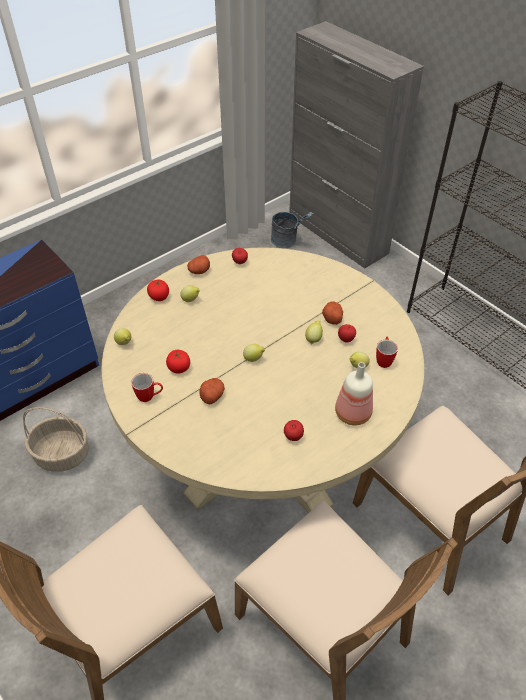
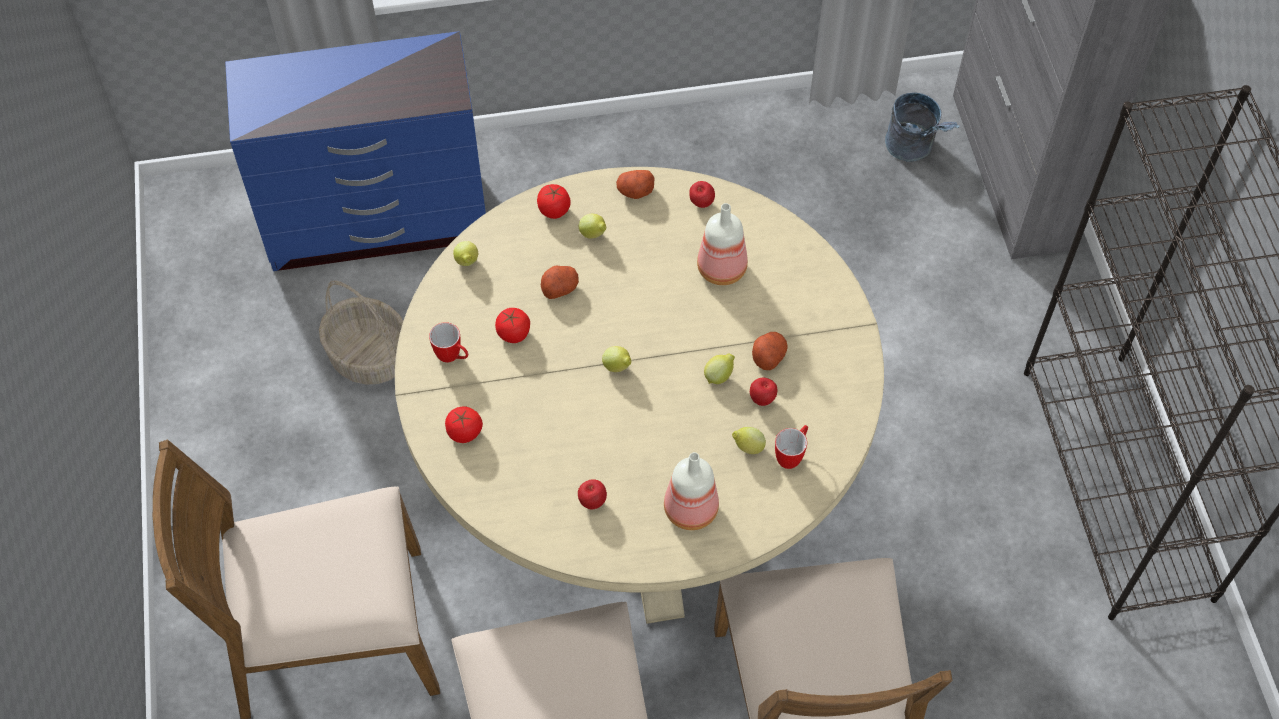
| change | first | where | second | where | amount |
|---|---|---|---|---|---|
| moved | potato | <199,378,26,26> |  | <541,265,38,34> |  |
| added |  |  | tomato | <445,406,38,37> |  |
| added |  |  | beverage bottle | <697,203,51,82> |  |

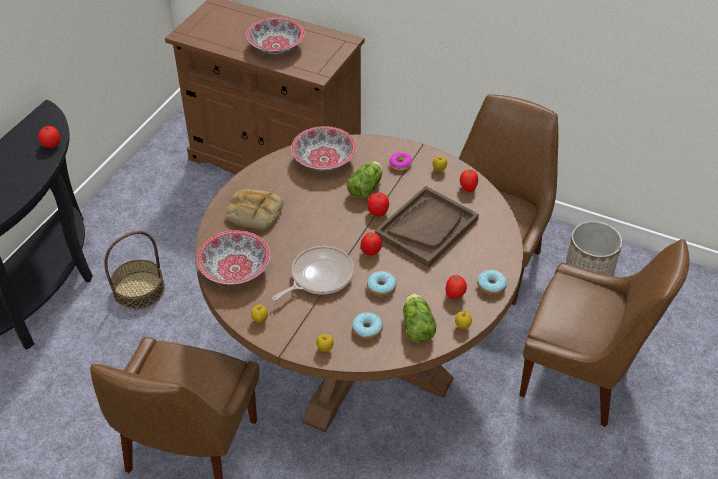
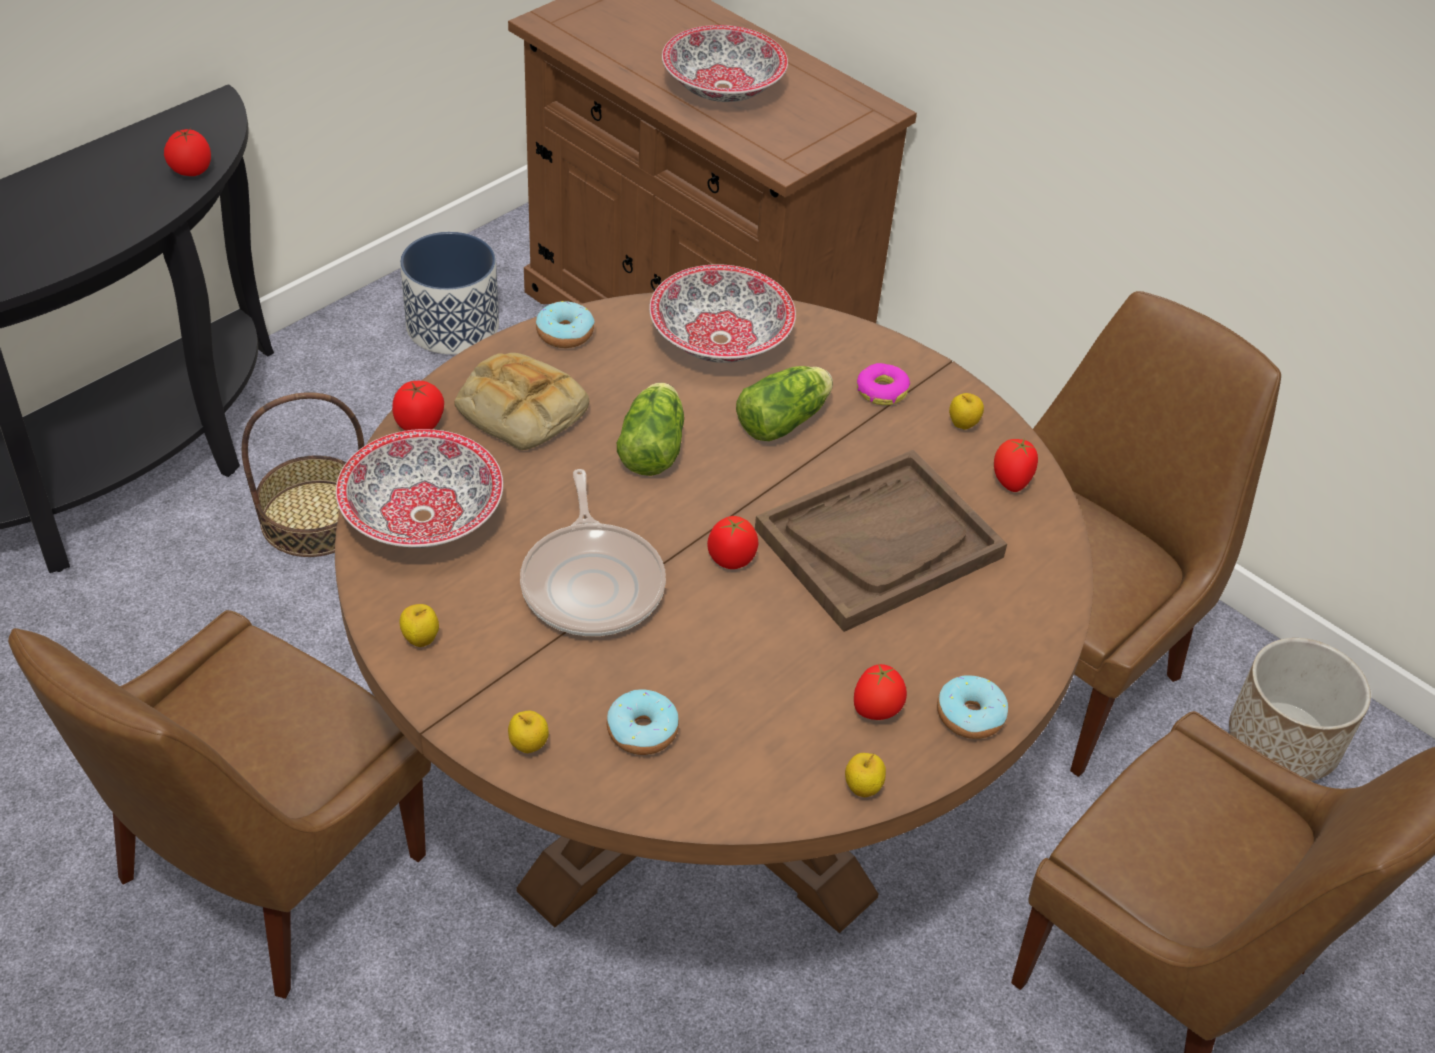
| change | first | where | second | where | amount |
|---|---|---|---|---|---|
| turned | pan | <272,246,82,55> |  | <520,469,146,167> | 105 degrees clockwise |
| moved | donut | <367,271,29,26> |  | <536,301,58,47> |  |
| moved | tomato | <368,192,21,24> |  | <392,381,52,50> |  |
| moved | head of lettuce | <403,294,33,49> |  | <617,383,67,93> |  |
| added |  |  | flower pot | <400,232,99,122> |  |

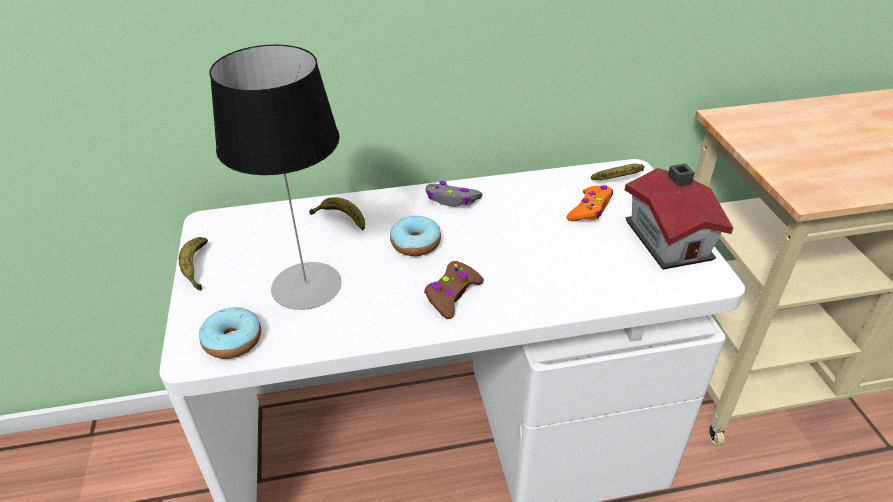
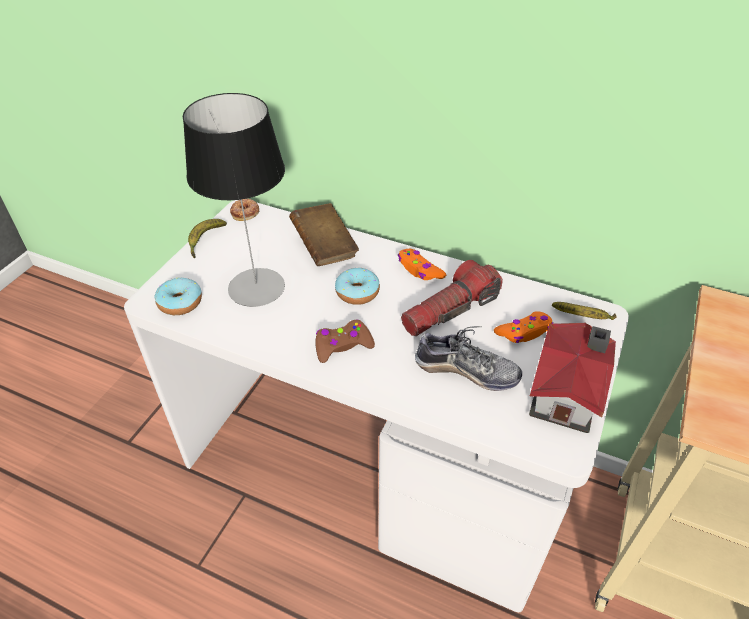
| change | first | where | second | where | amount |
|---|---|---|---|---|---|
| replaced | banana | <309,197,56,33> | brownish volume | <289,203,70,63> |  |
| recoloured | grey gamepad | <426,181,56,26> | orange-coloured gamepad | <398,249,48,31> |  |
| added |  |  | donut | <230,199,29,22> |  |
| added |  |  | torch | <401,260,102,76> |  |
| added |  |  | shoe | <415,326,107,65> |  |

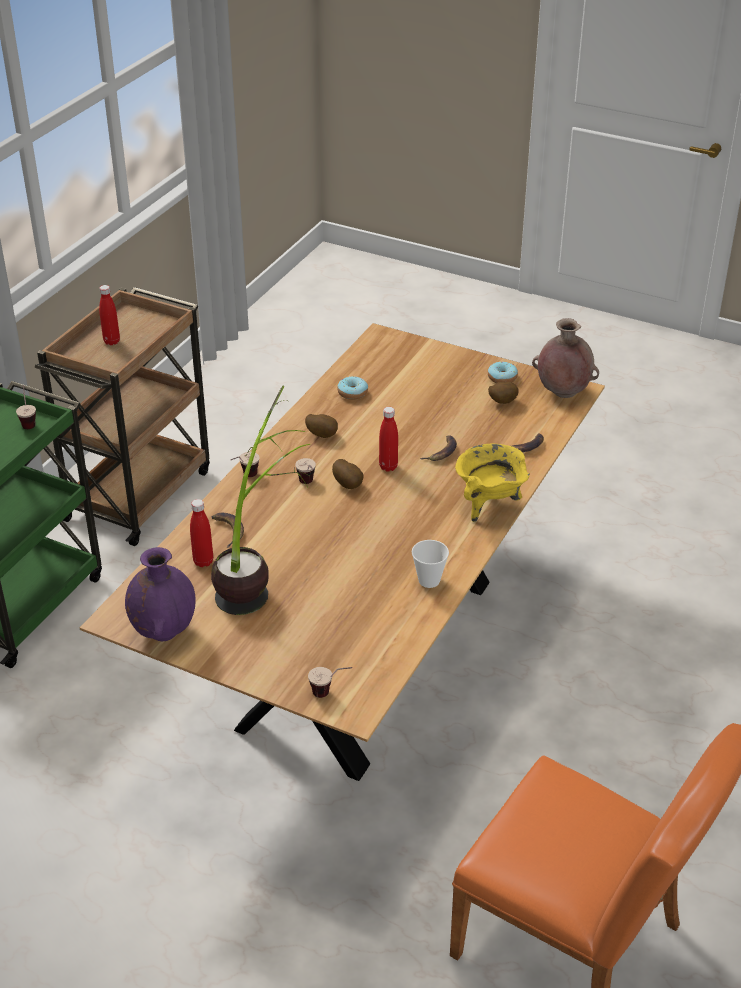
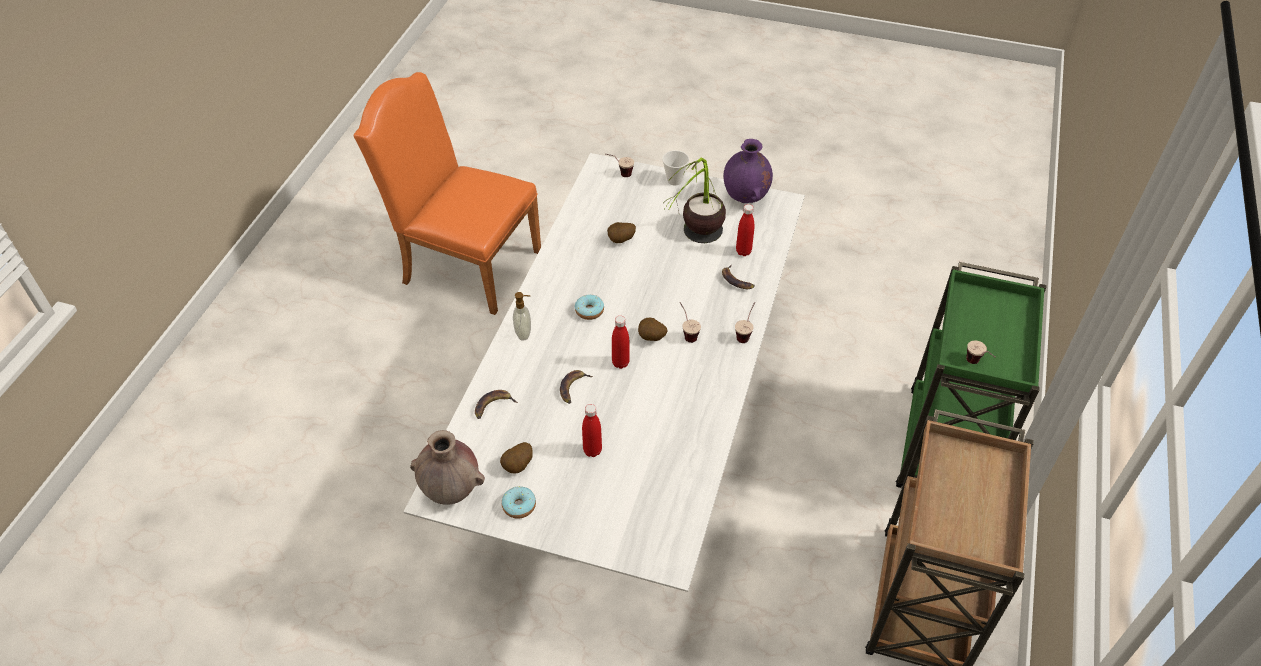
| change | first | where | second | where | amount |
|---|---|---|---|---|---|
| recoloured | brownish dining table | <80,323,525,458> | white dining table | <404,153,401,439> |  |
| moved | reddish beverage bottle | <99,285,21,60> |  | <582,404,20,53> |  |
| moved | potato | <305,414,33,24> |  | <607,222,29,21> |  |
| moved | donut | <337,376,31,24> |  | <575,295,29,25> |  |
| moved | cup | <412,540,37,48> |  | <662,150,27,36> |  |
| replaced | yellow saucepot | <455,444,75,78> | liquid soap bottle | <513,292,18,49> |  |

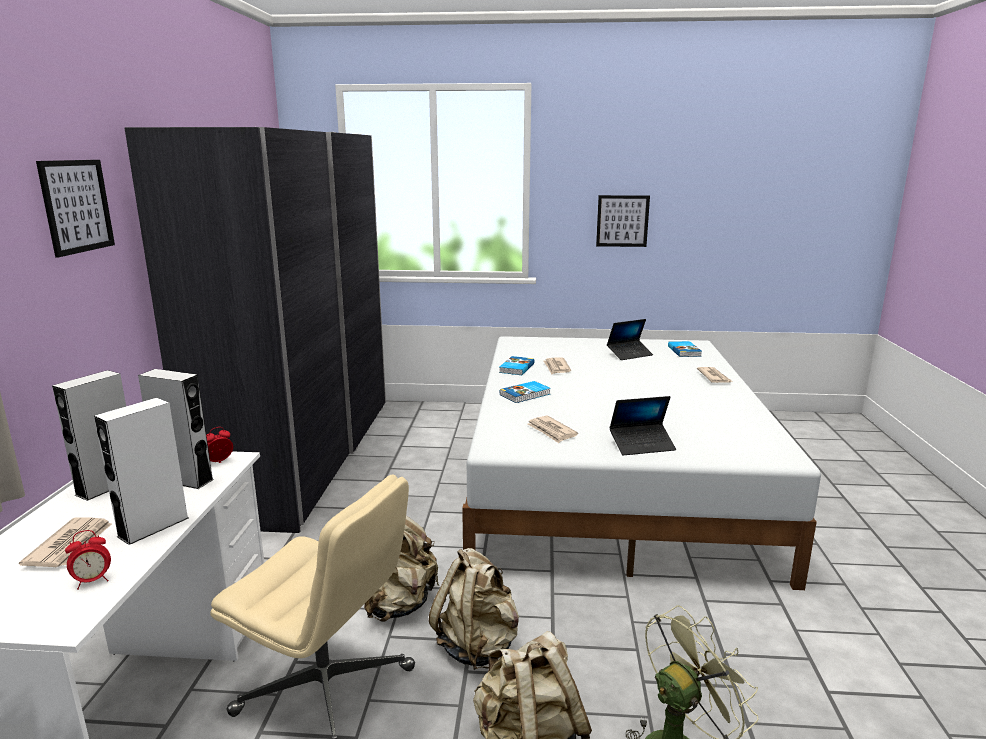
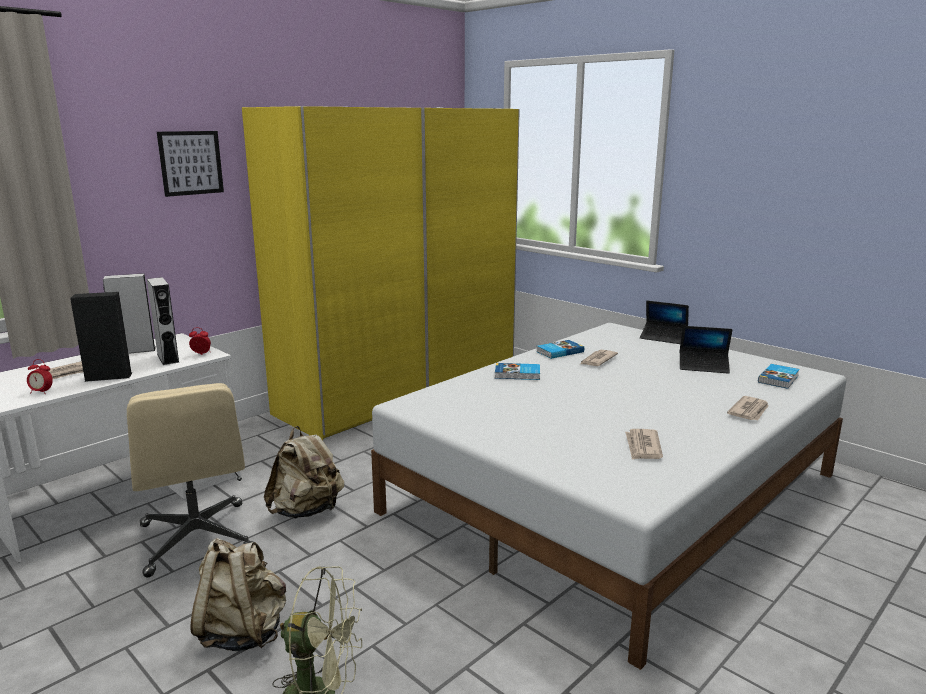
| change | first | where | second | where | amount |
|---|---|---|---|---|---|
| recoloured | white speaker | <94,398,95,147> | blackish speaker | <70,292,62,90> |  |
| recoloured | grey clothes cupboard | <125,127,261,406> | yellow clothes cupboard | <242,106,278,334> |  |
| removed | sand-coloured knapsack | <429,548,90,122> |  |  |  |
| moved | daily paper | <527,416,51,27> |  | <625,429,38,31> |  |
| removed | wall picture | <596,195,54,52> |  |  |  |
| moved | laptop | <609,396,67,59> |  | <640,301,49,43> |  |

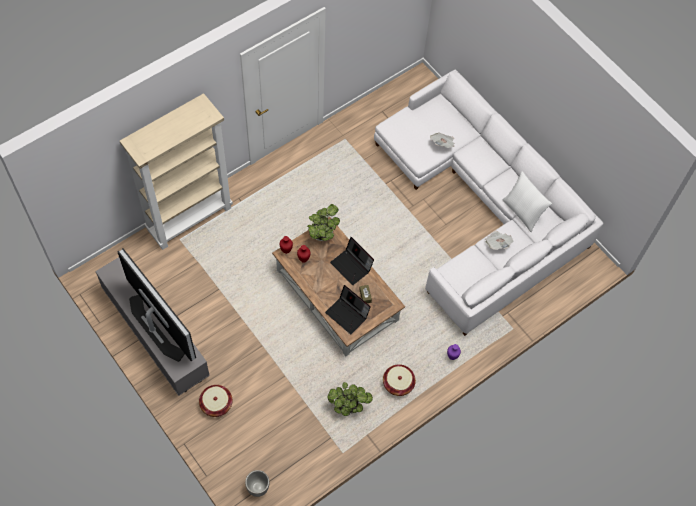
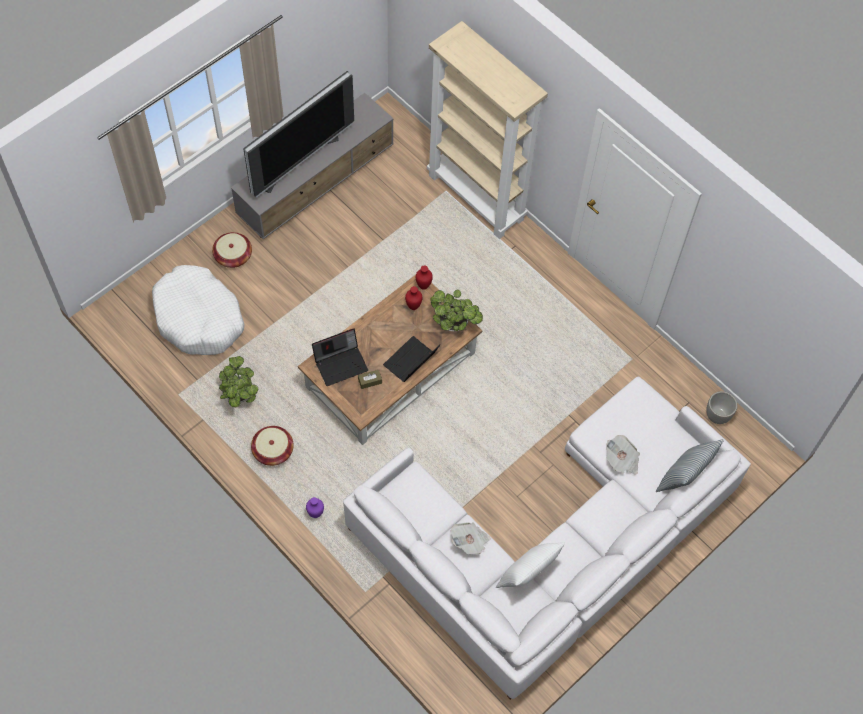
| change | first | where | second | where | amount |
|---|---|---|---|---|---|
| moved | flower pot | <245,470,25,27> |  | <706,391,32,33> |  |
| turned | laptop | <325,285,46,49> |  | <312,328,56,58> | 150 degrees counterclockwise |
| added |  |  | white dog bed | <152,265,93,90> |  |
| added |  |  | throw pillow | <656,439,68,53> |  |

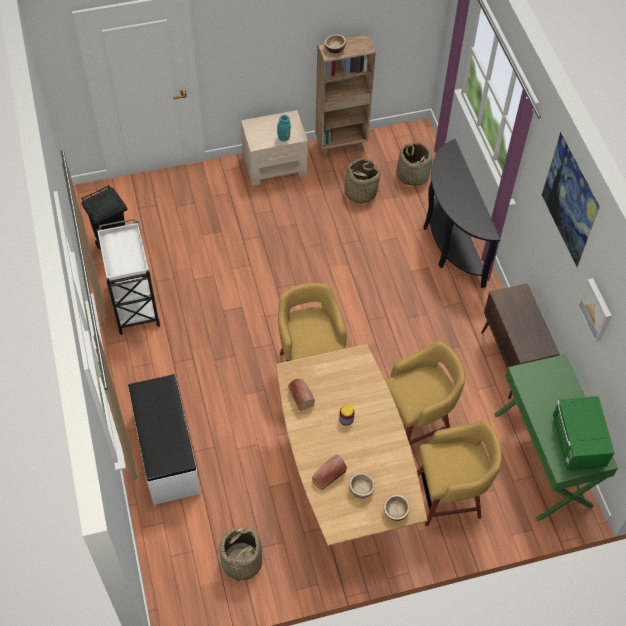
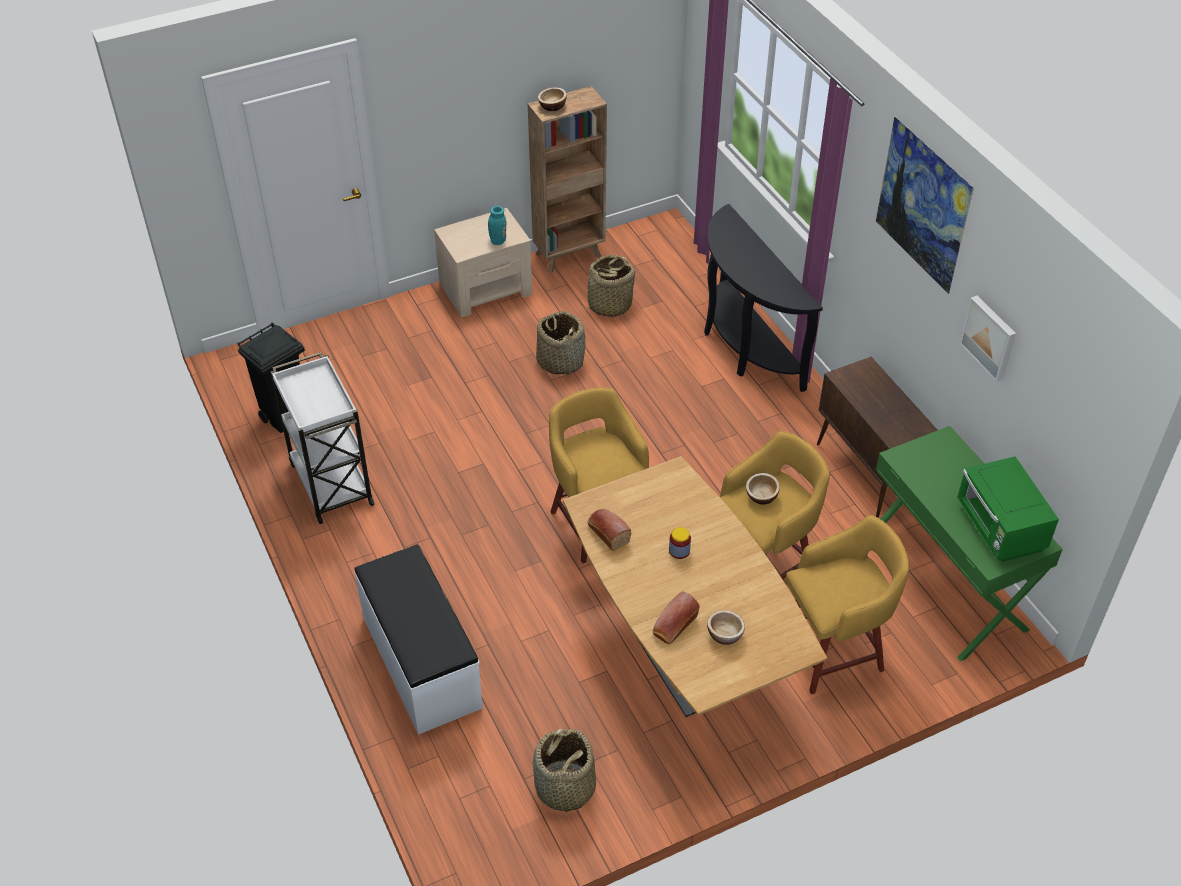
| change | first | where | second | where | amount |
|---|---|---|---|---|---|
| moved | deep dish | <384,494,26,27> |  | <746,473,34,32> |  |
| moved | basket | <396,142,36,45> |  | <536,311,50,64> |  |

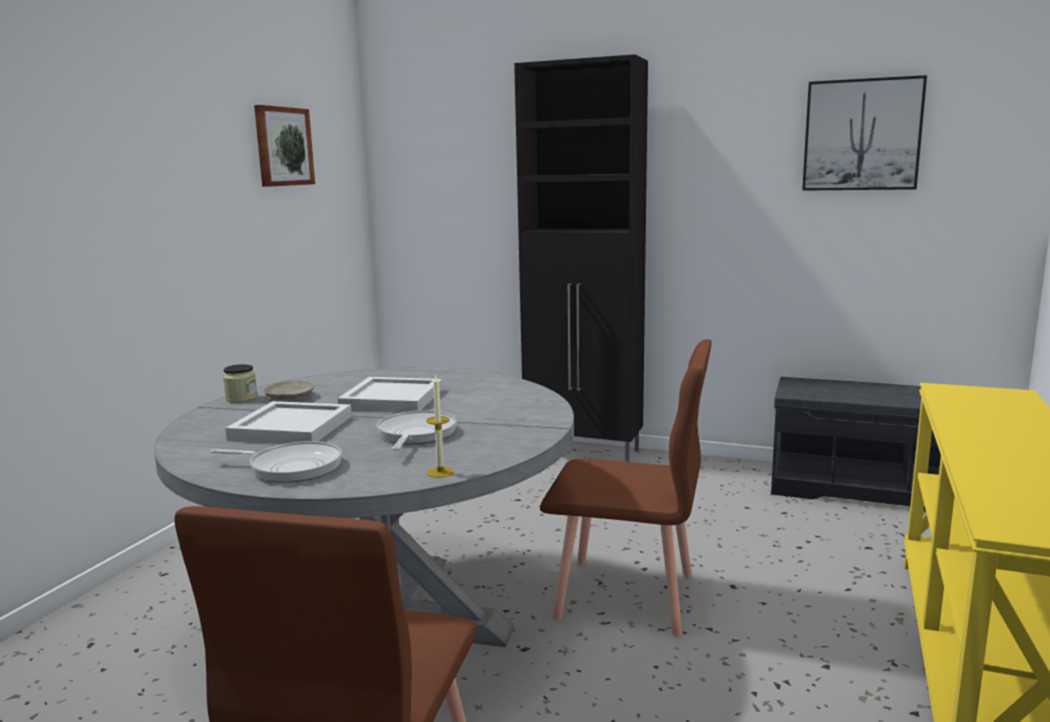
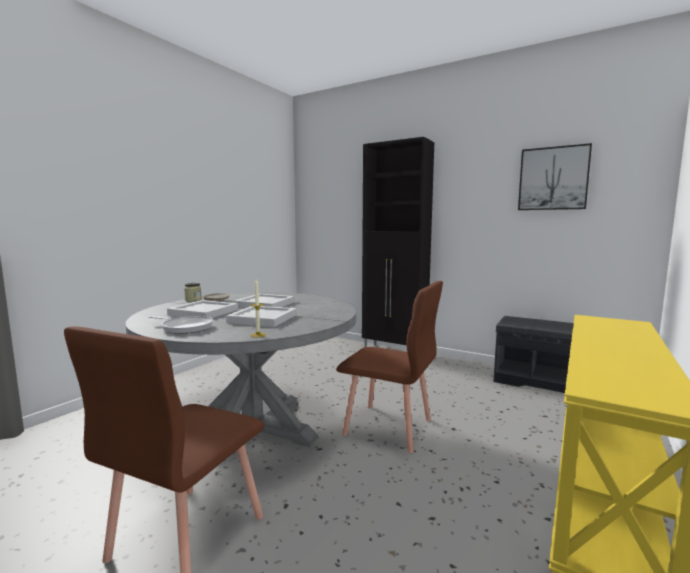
| change | first | where | second | where | amount |
|---|---|---|---|---|---|
| removed | wall picture | <254,105,61,82> |  |  |  |
| replaced | pan | <377,410,80,40> | white carrying tray | <226,306,70,21> |  |

